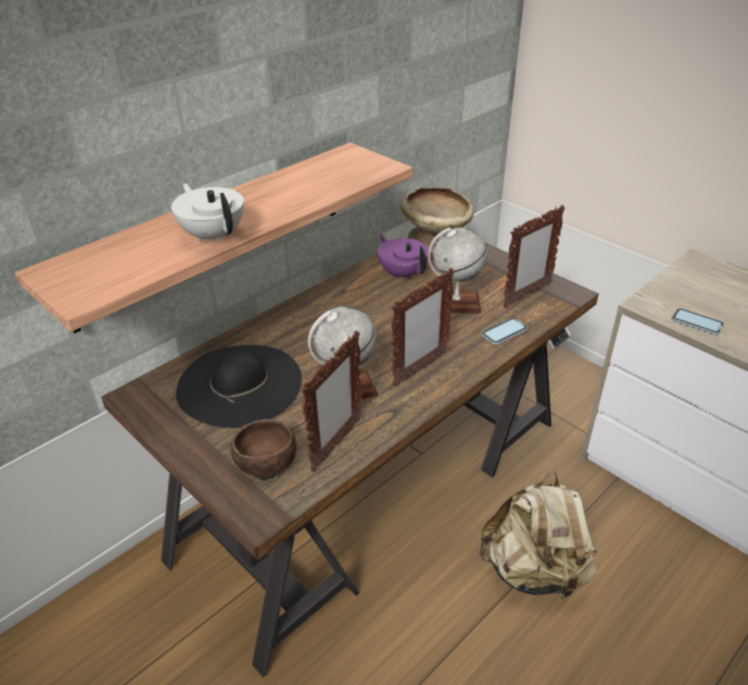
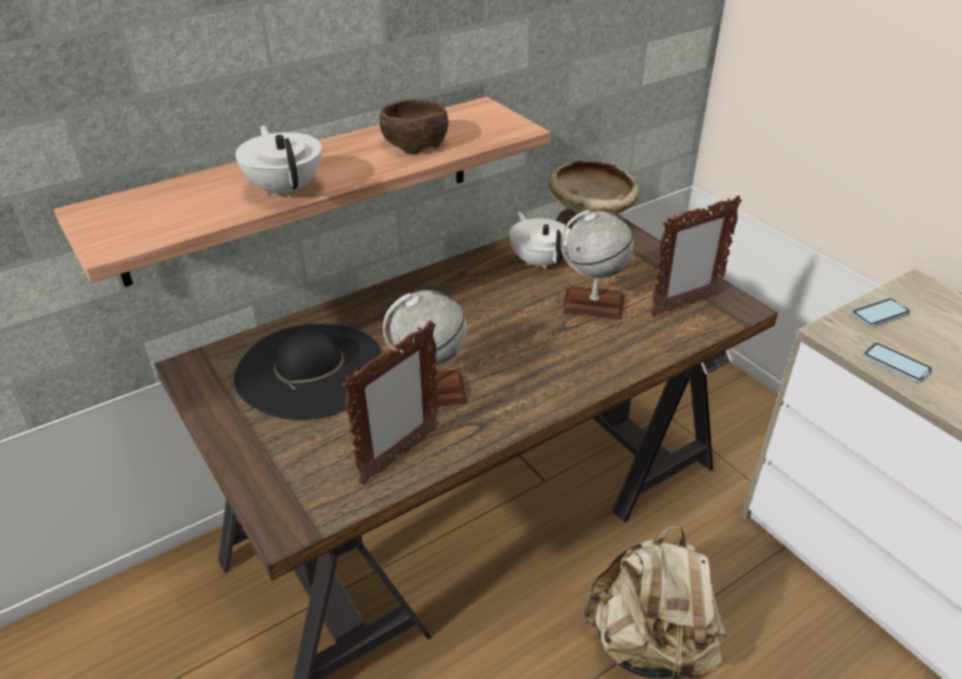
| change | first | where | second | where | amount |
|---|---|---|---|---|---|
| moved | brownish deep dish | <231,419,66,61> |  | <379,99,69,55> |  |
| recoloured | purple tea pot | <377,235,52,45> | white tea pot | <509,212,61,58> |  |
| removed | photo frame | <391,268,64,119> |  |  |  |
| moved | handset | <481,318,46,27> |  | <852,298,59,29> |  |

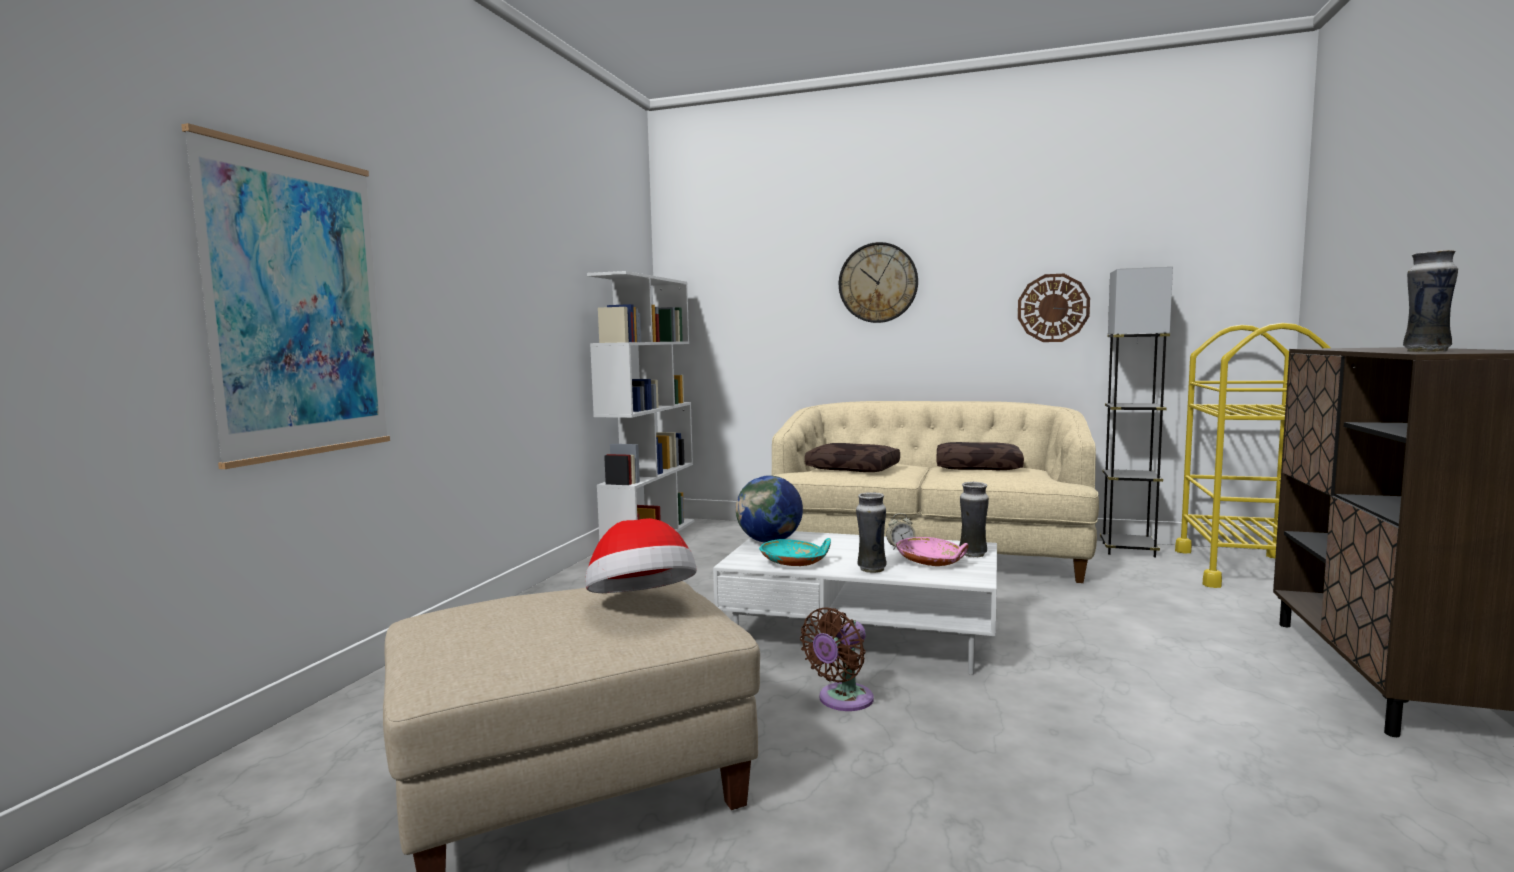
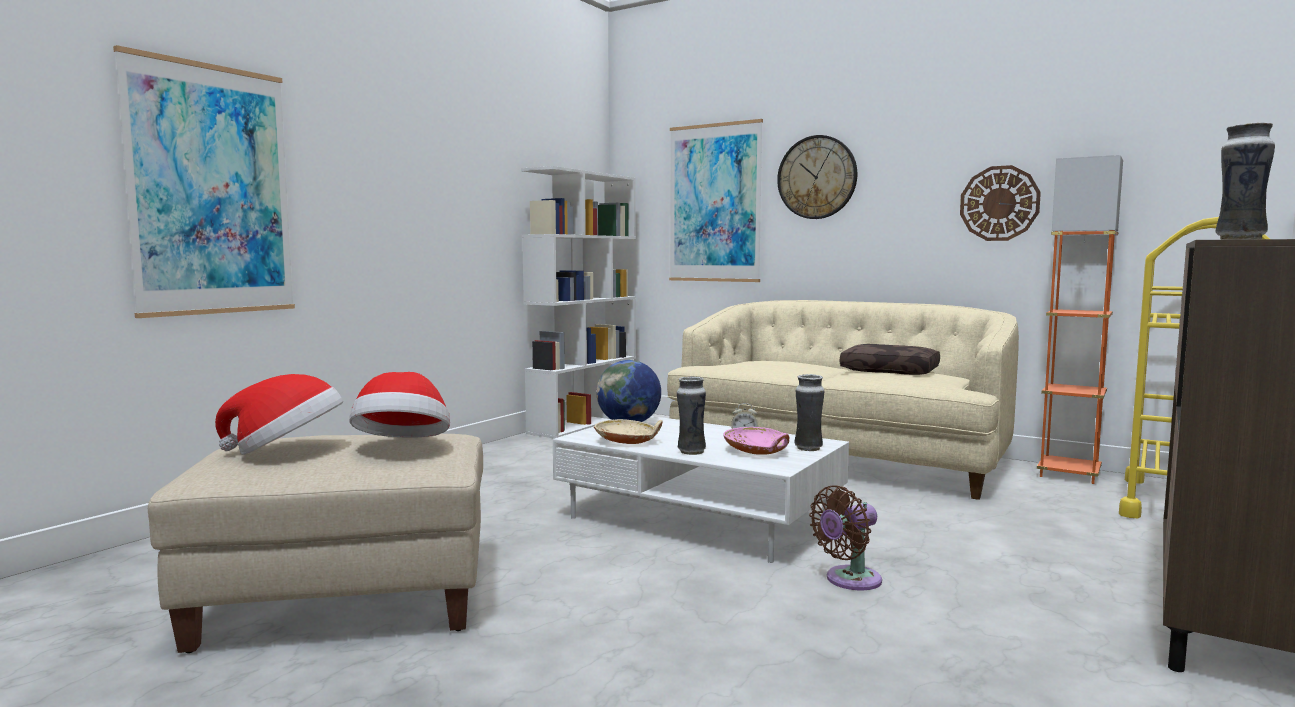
| change | first | where | second | where | amount |
|---|---|---|---|---|---|
| recoloured | turquoise deep dish | <759,538,72,28> | sand-coloured deep dish | <594,419,68,25> |  |
| moved | brownish fan | <800,608,74,103> |  | <809,485,73,105> |  |
| removed | brownish throw pillow | <805,443,95,29> |  |  |  |
| recoloured | grey floor lamp | <1100,267,73,291> | orange-coloured floor lamp | <1037,155,86,329> |  |
| added |  |  | clothing hat | <215,374,128,81> |  |
| added |  |  | wall picture | <669,119,94,163> |  |

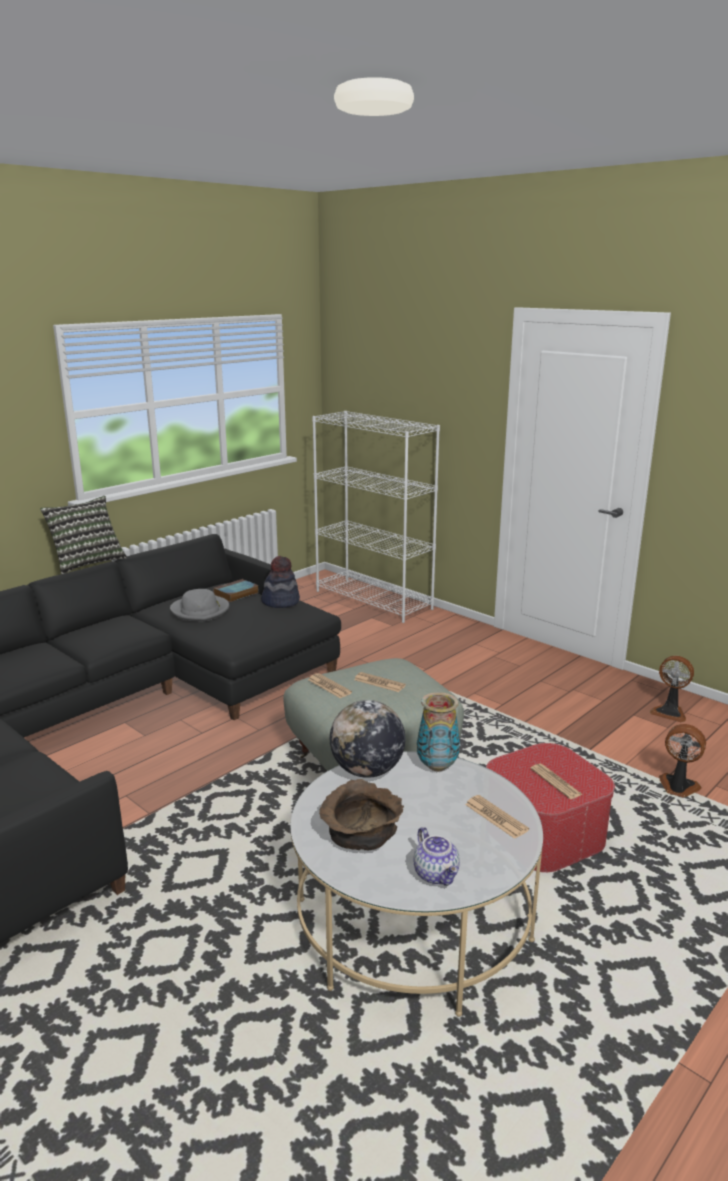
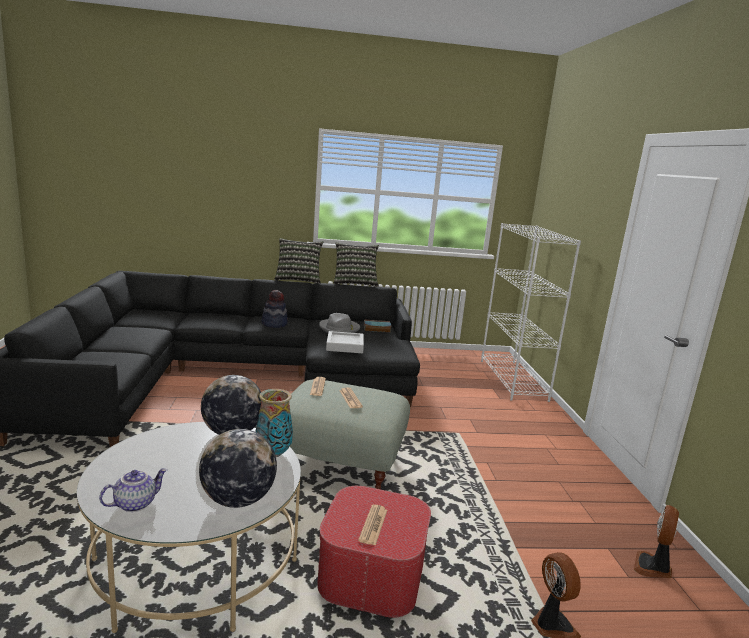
| change | first | where | second | where | amount |
|---|---|---|---|---|---|
| moved | clothing hat | <261,556,39,52> |  | <262,290,26,38> |  |
| removed | brownish deep dish | <319,779,85,71> |  |  |  |
| turned | tea pot | <414,827,46,59> |  | <99,469,68,43> | 150 degrees counterclockwise |
| replaced | daily paper | <465,795,64,44> | globe | <199,429,78,79> |  |
| turned | fan | <650,656,44,66> |  | <634,505,45,73> | 45 degrees clockwise |
| added |  |  | grey carrying tray | <326,331,38,22> |  |
| added |  |  | throw pillow | <333,242,46,45> |  |

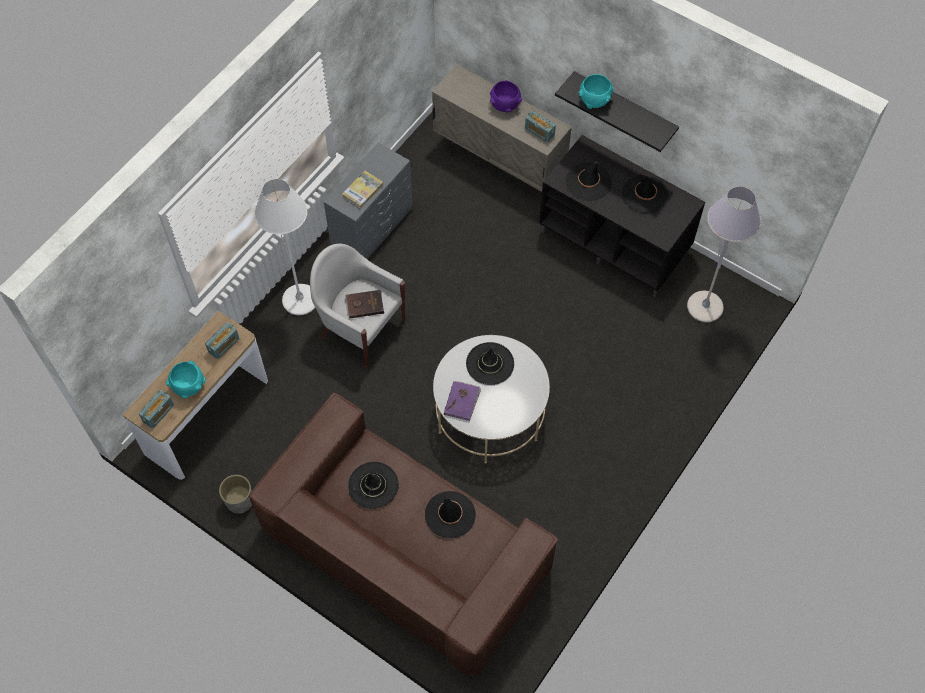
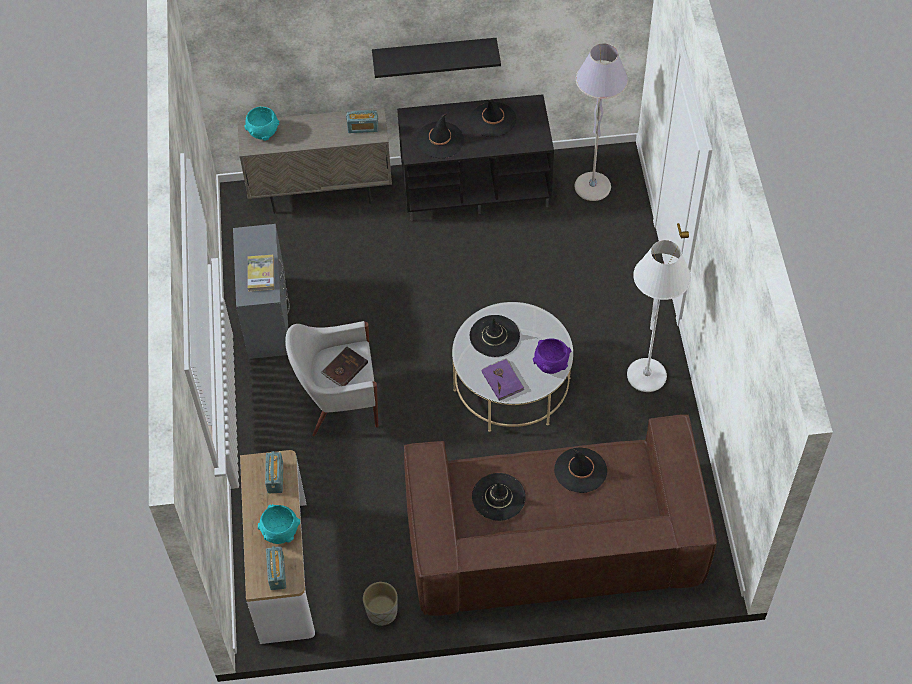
| change | first | where | second | where | amount |
|---|---|---|---|---|---|
| moved | white floor lamp | <254,179,61,136> |  | <627,240,64,152> |  |
| moved | purple deep dish | <490,80,32,33> |  | <533,339,38,35> |  |
| moved | turquoise deep dish | <578,74,36,35> |  | <244,107,35,34> |  |

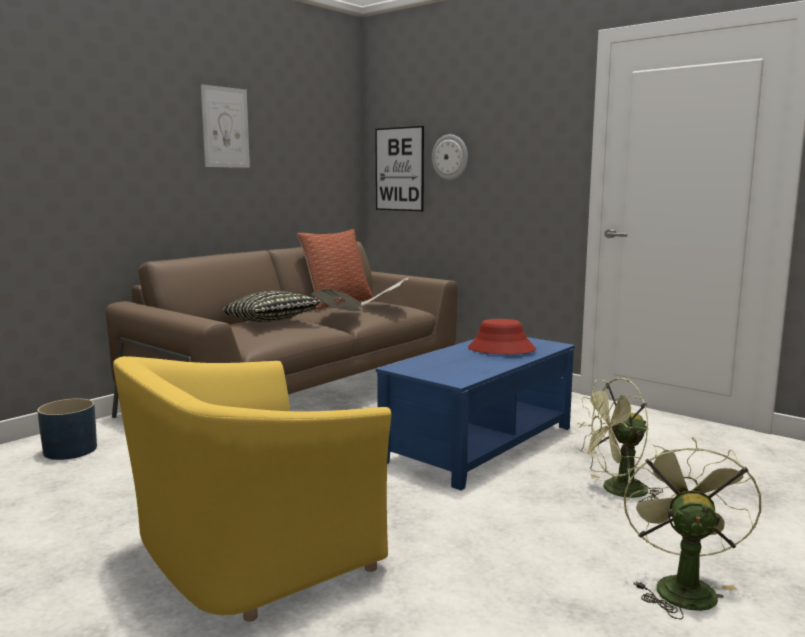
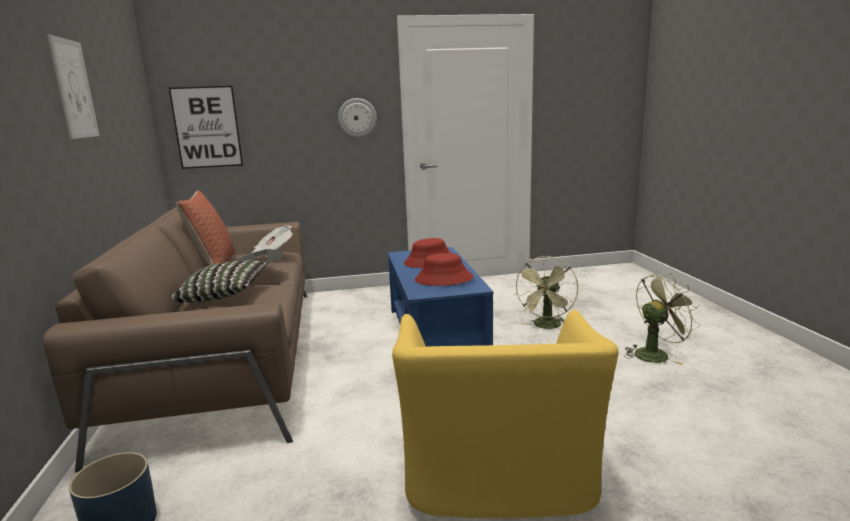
| change | first | where | second | where | amount |
|---|---|---|---|---|---|
| moved | wall clock | <432,134,36,46> |  | <338,98,39,40> |  |
| turned | green fan | <624,437,137,183> |  | <624,273,77,92> | 105 degrees clockwise |
| added |  |  | reddish clothing hat | <415,253,59,33> |  |

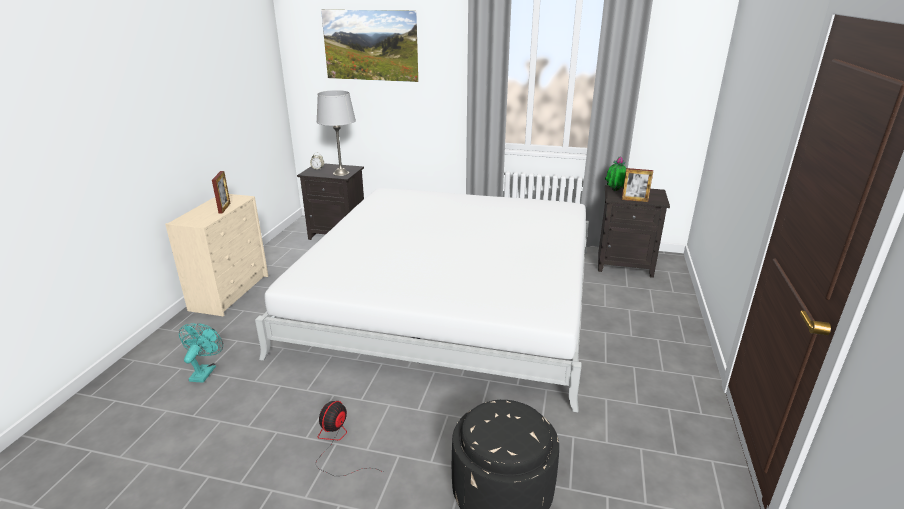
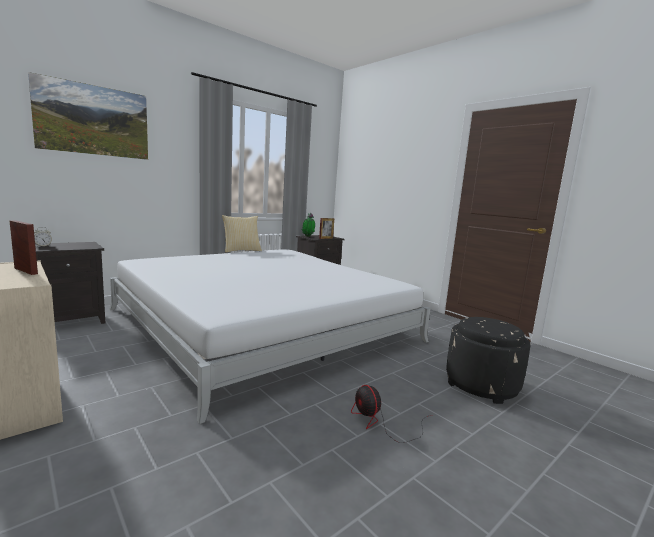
| change | first | where | second | where | amount |
|---|---|---|---|---|---|
| removed | turquoise fan | <179,323,44,60> |  |  |  |
| removed | grey tabletop lamp | <316,90,40,86> |  |  |  |
| added |  |  | throw pillow | <222,215,40,37> |  |

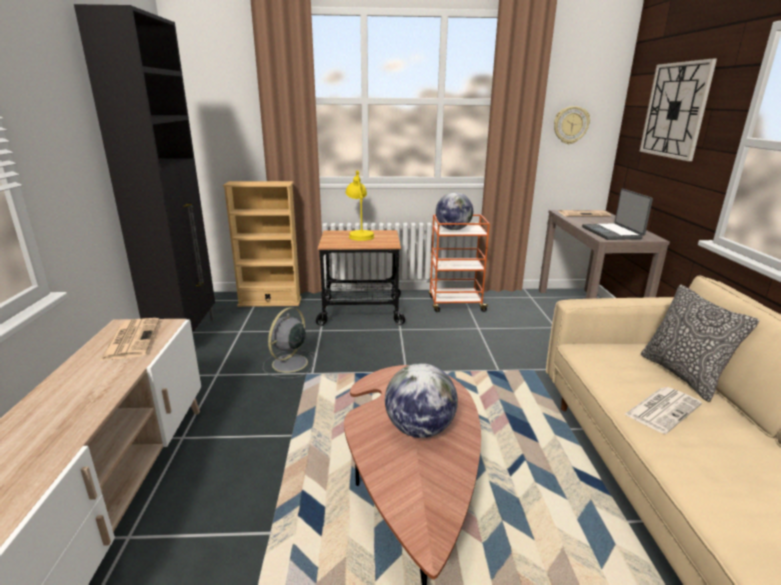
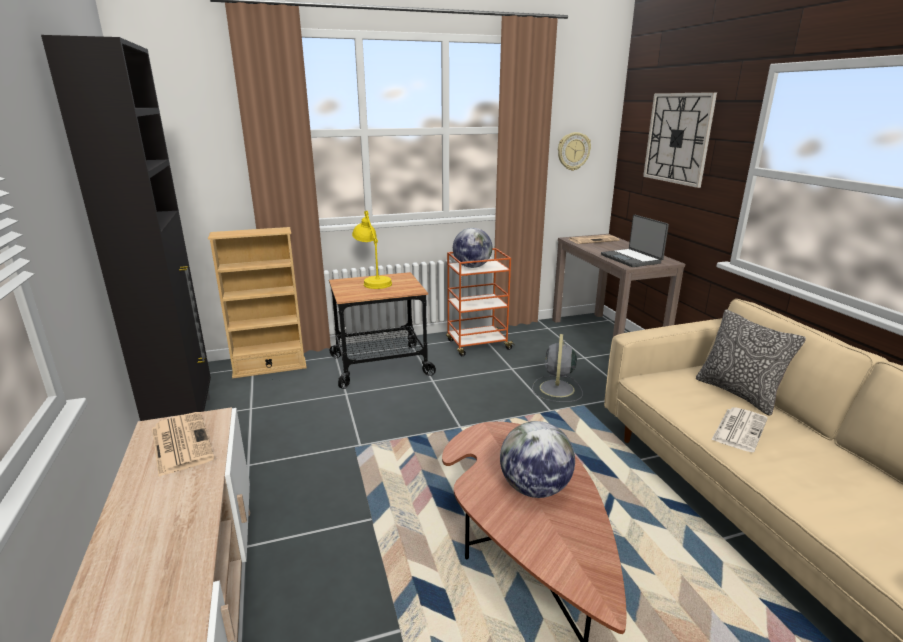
| change | first | where | second | where | amount |
|---|---|---|---|---|---|
| moved | grey fan | <263,307,51,71> |  | <532,334,51,68> |  |

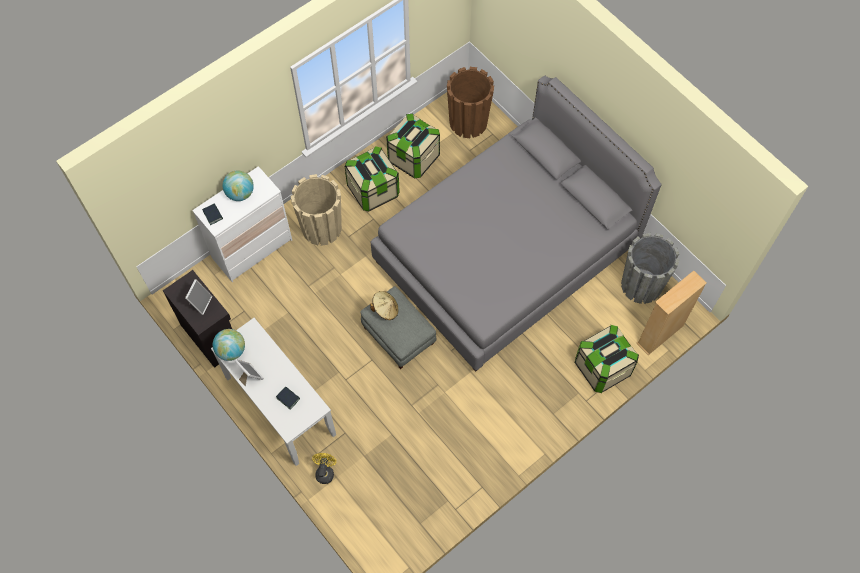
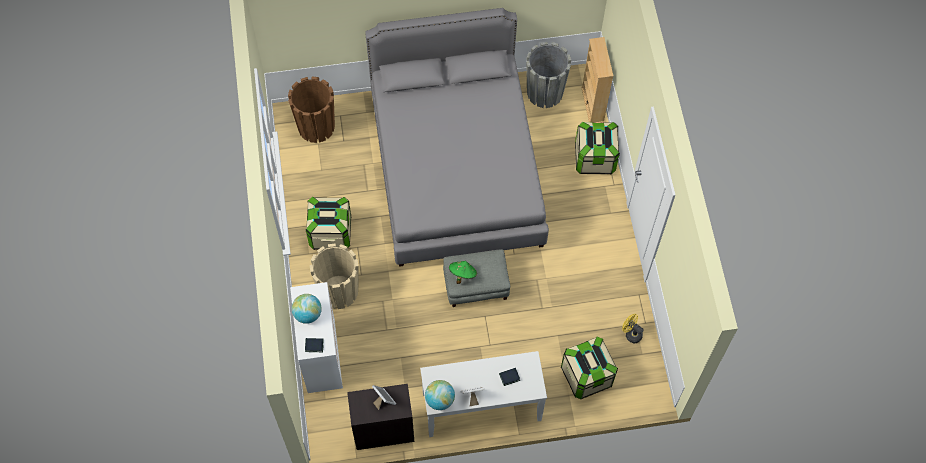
| change | first | where | second | where | amount |
|---|---|---|---|---|---|
| moved | yellow fan | <312,453,25,31> |  | <622,314,22,29> |  |
| recoloured | sand-coloured clothing hat | <370,291,28,29> | green clothing hat | <449,261,28,23> |  |
| moved | storage container | <386,114,54,64> |  | <561,337,57,62> |  |

